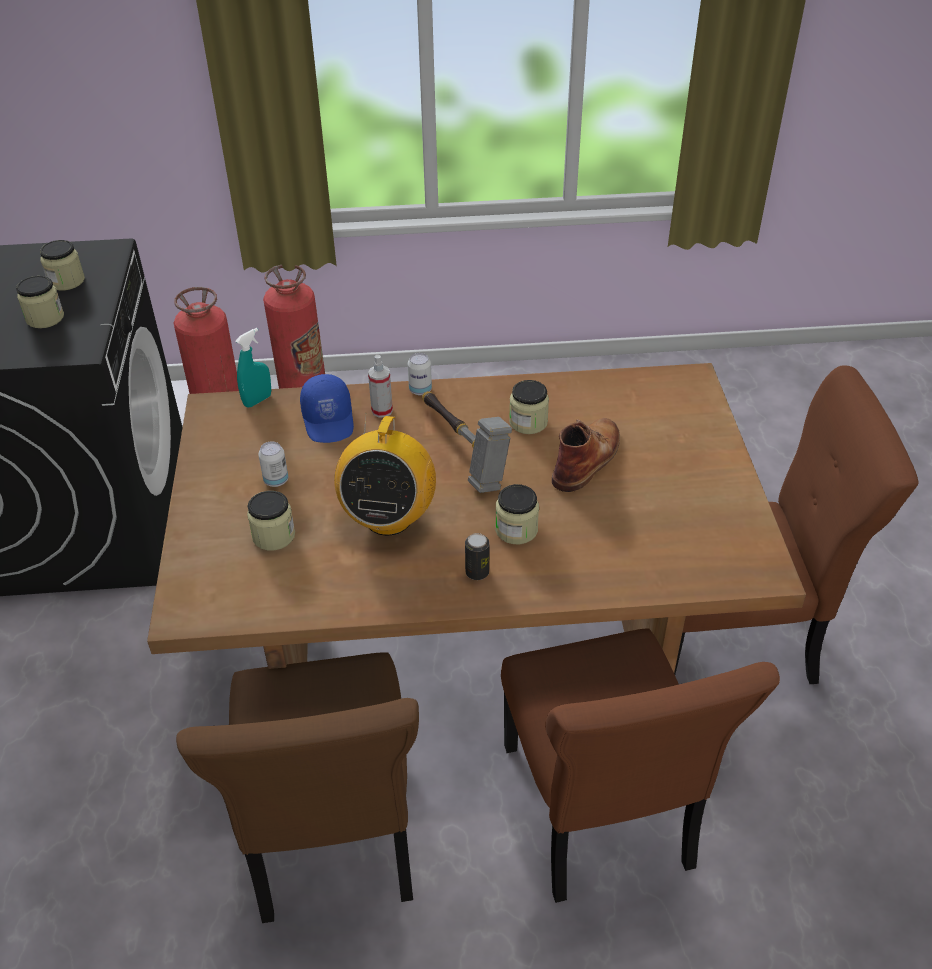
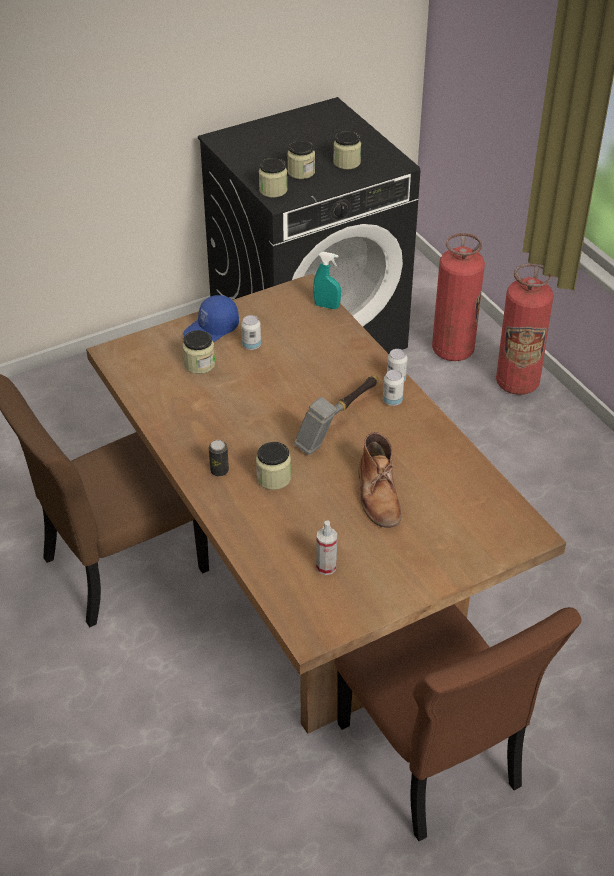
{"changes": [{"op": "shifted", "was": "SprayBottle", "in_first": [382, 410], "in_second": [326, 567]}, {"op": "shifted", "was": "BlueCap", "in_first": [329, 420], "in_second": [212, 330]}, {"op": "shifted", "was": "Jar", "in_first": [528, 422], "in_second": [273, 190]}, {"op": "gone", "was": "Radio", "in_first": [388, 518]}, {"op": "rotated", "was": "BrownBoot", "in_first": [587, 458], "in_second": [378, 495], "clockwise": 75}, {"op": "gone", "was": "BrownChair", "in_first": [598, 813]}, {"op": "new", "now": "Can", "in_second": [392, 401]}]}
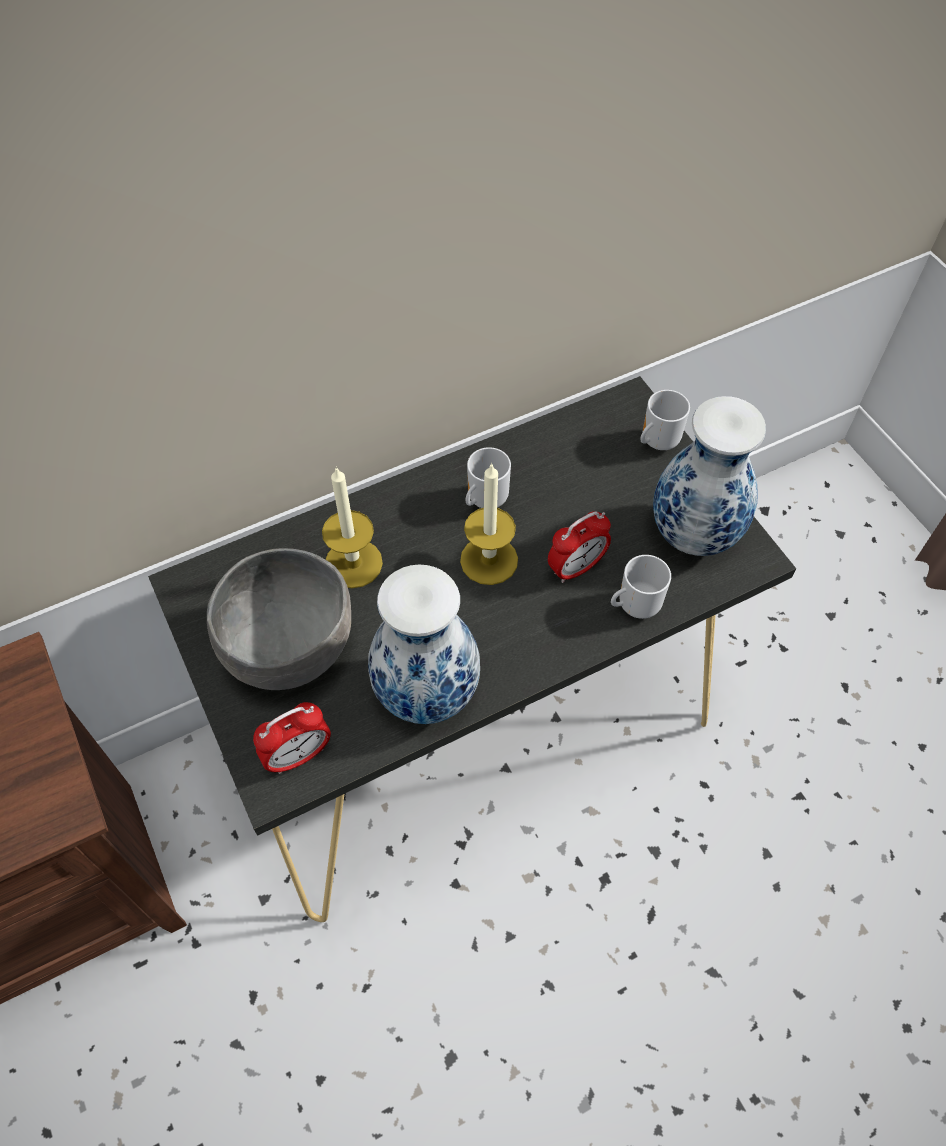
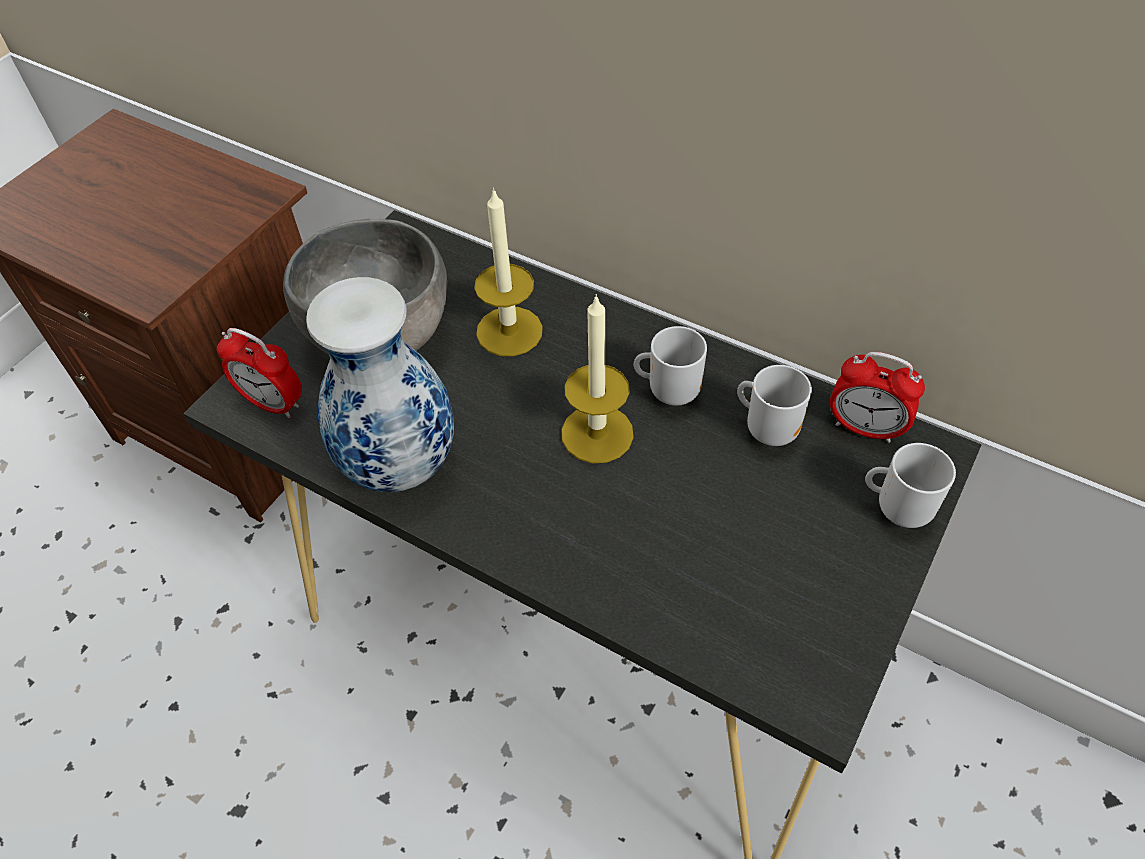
{"changes": [{"op": "gone", "was": "Vase", "in_first": [692, 533]}, {"op": "shifted", "was": "AlarmClock", "in_first": [576, 568], "in_second": [864, 428]}, {"op": "shifted", "was": "Mug", "in_first": [635, 605], "in_second": [769, 429]}]}
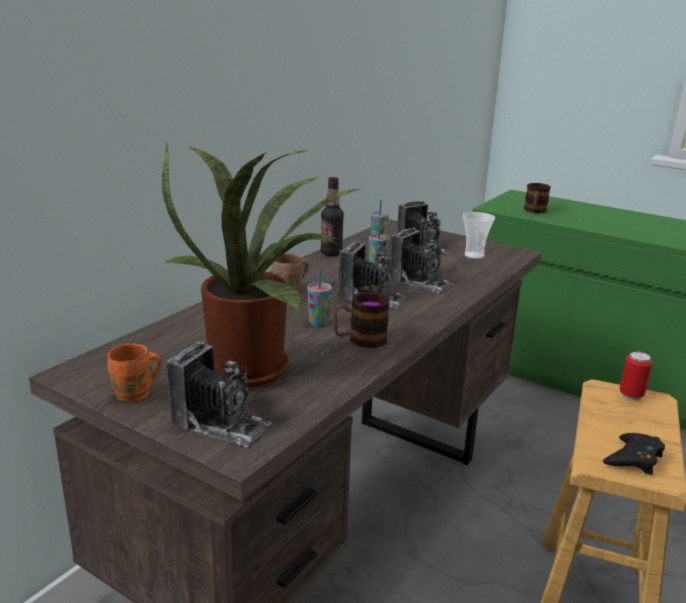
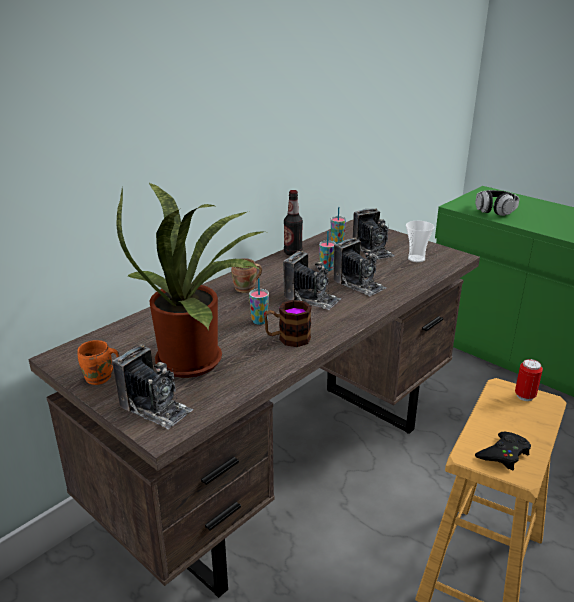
{"changes": [{"op": "swapped", "was": "Mug", "now": "Headphones", "in_first": [534, 211], "in_second": [495, 210]}]}
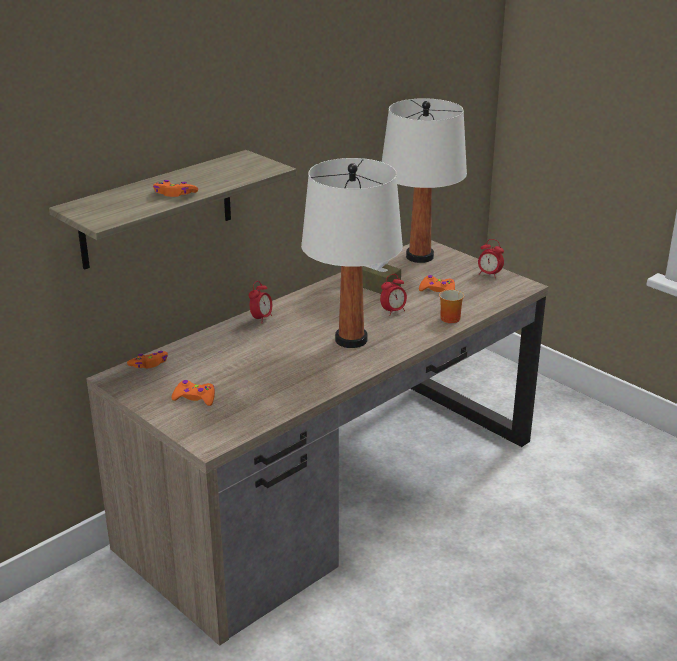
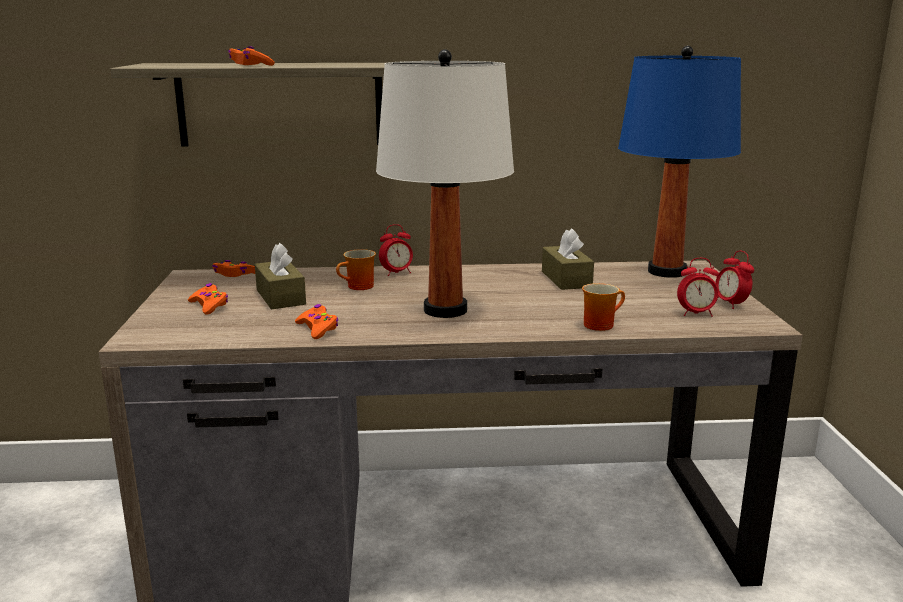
{"changes": [{"op": "repainted", "was": "WhiteTableLamp", "now": "BlueTableLamp", "in_first": [420, 257], "in_second": [667, 272]}, {"op": "shifted", "was": "AlarmClock", "in_first": [393, 311], "in_second": [696, 314]}, {"op": "shifted", "was": "OrangeGameController", "in_first": [437, 290], "in_second": [318, 329]}, {"op": "new", "now": "BrownTissueBox", "in_second": [280, 297]}, {"op": "new", "now": "Mug", "in_second": [359, 287]}]}
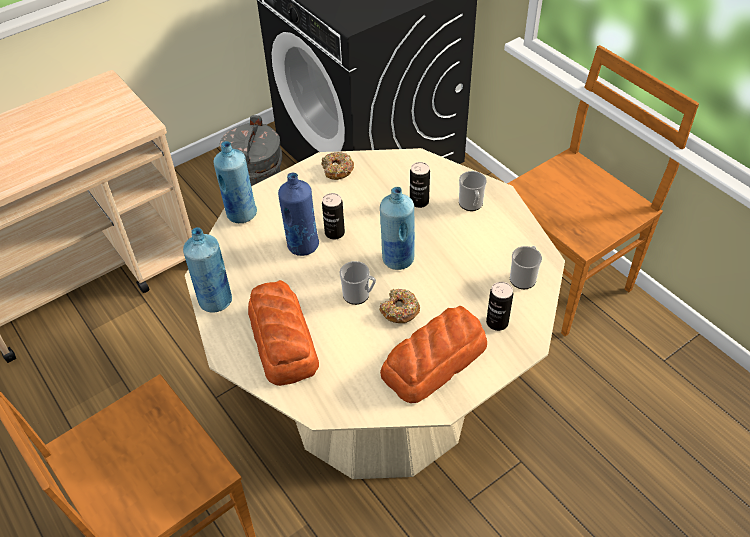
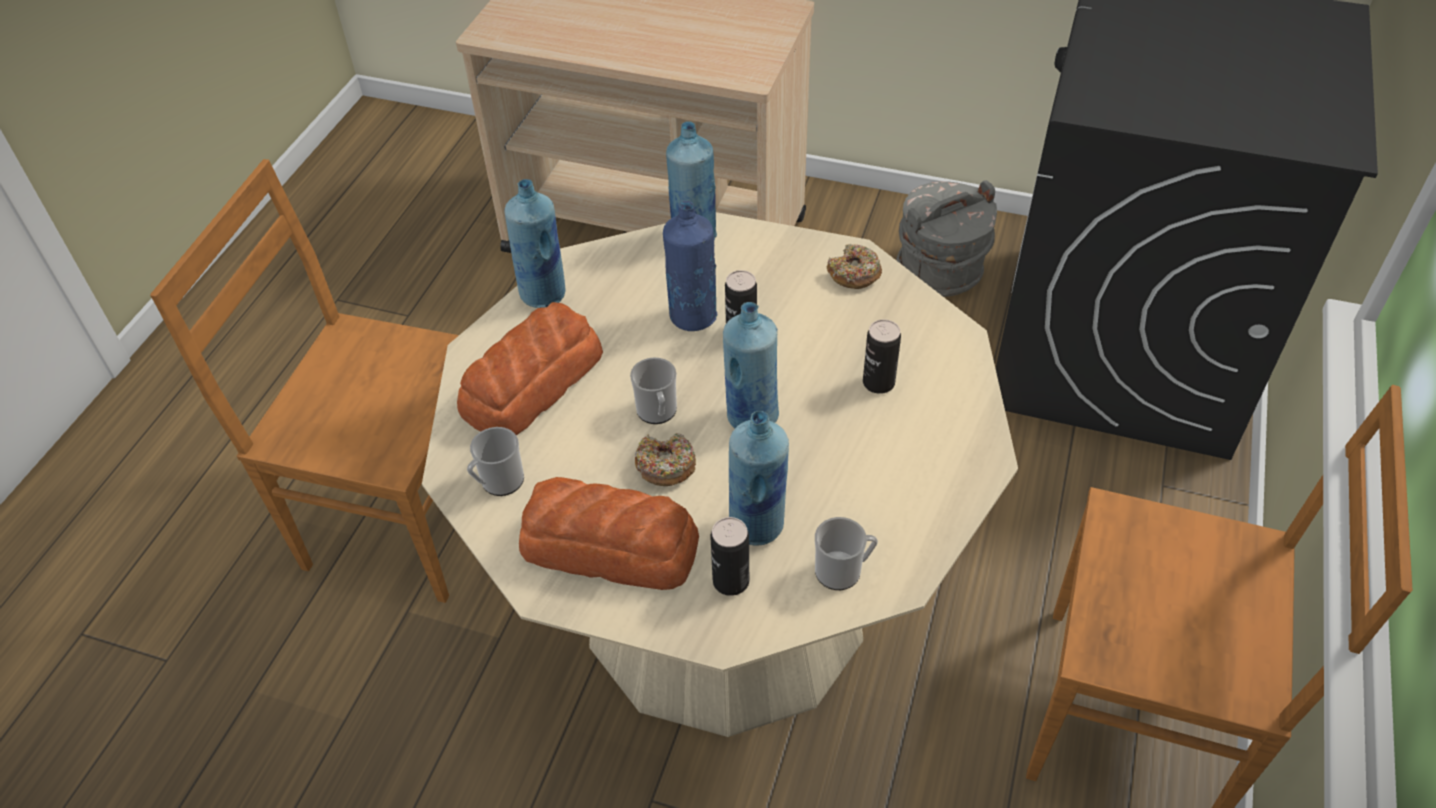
{"changes": [{"op": "shifted", "was": "Mug", "in_first": [471, 205], "in_second": [498, 482]}, {"op": "new", "now": "BlueBottle", "in_second": [757, 525]}]}
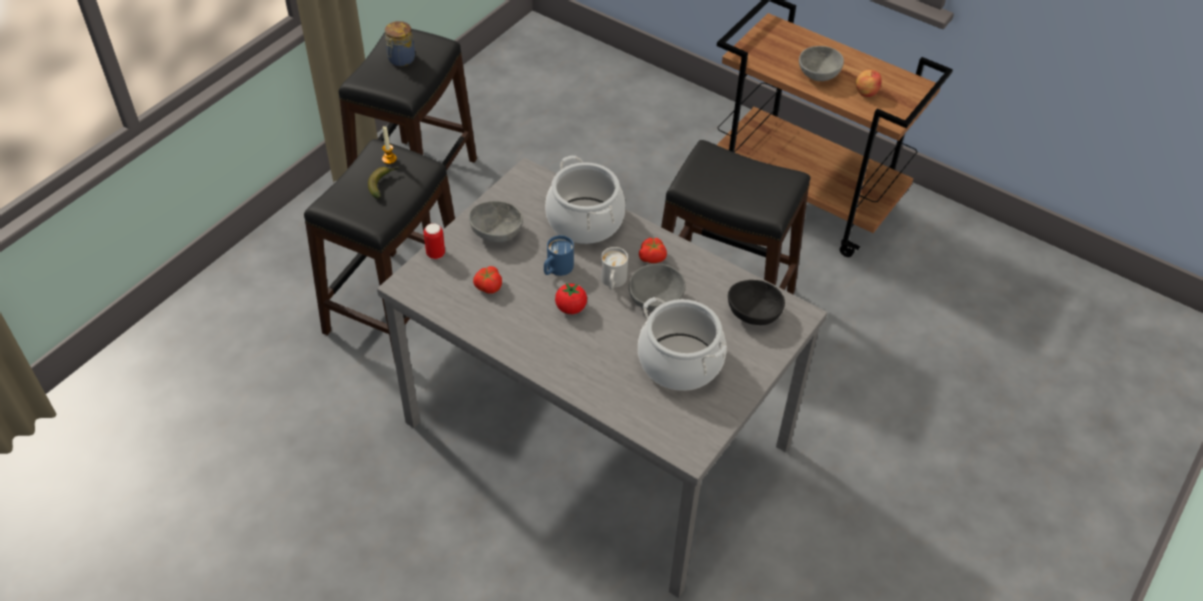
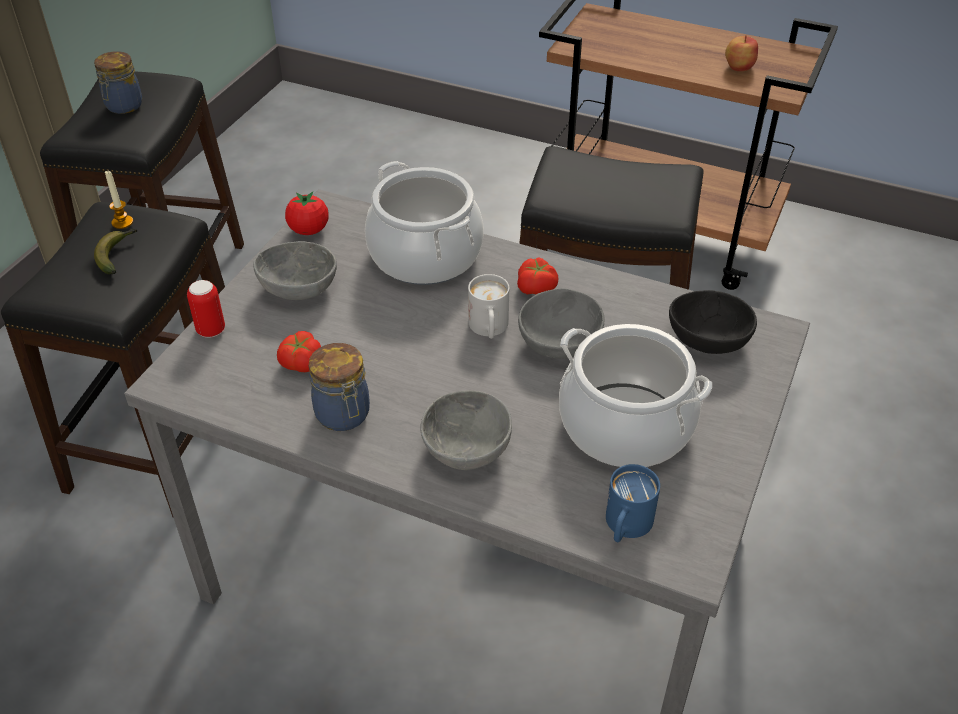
{"changes": [{"op": "shifted", "was": "GreyBowl", "in_first": [817, 74], "in_second": [465, 450]}, {"op": "shifted", "was": "BlueMug", "in_first": [556, 269], "in_second": [625, 527]}, {"op": "shifted", "was": "Tomato", "in_first": [571, 308], "in_second": [309, 230]}, {"op": "new", "now": "Jar", "in_second": [343, 415]}]}
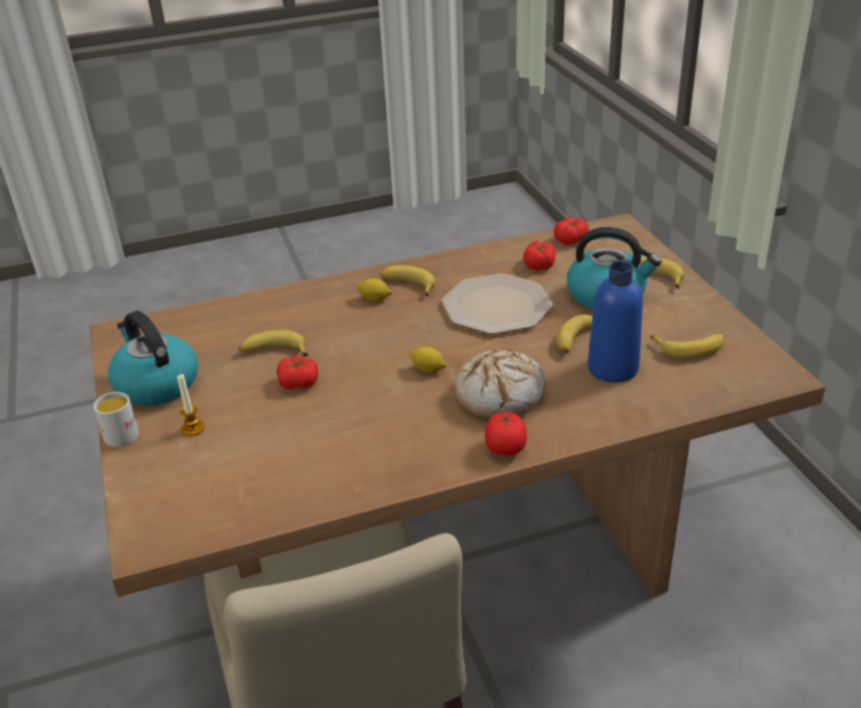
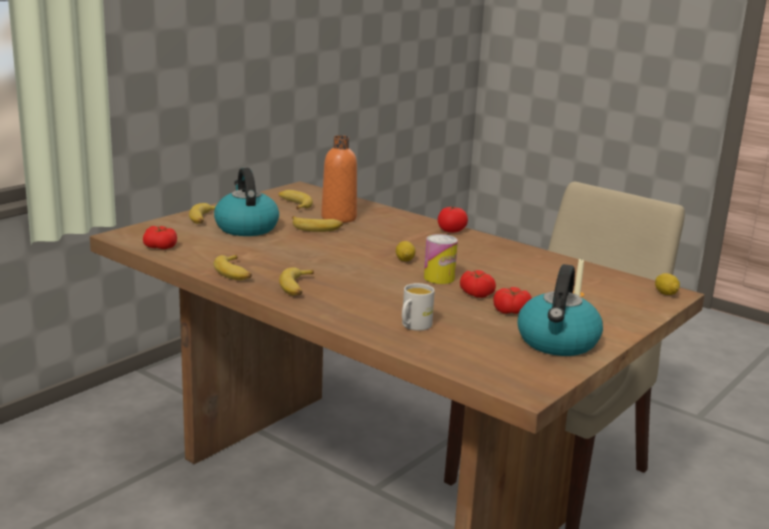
{"changes": [{"op": "shifted", "was": "Tomato", "in_first": [539, 264], "in_second": [511, 311]}, {"op": "repainted", "was": "BlueBottle", "now": "OrangeBottle", "in_first": [612, 368], "in_second": [339, 218]}, {"op": "gone", "was": "Plate", "in_first": [495, 306]}, {"op": "shifted", "was": "Lemon", "in_first": [375, 299], "in_second": [665, 293]}, {"op": "shifted", "was": "Banana", "in_first": [274, 352], "in_second": [235, 273]}, {"op": "gone", "was": "Bread", "in_first": [501, 394]}, {"op": "shifted", "was": "WhiteMug", "in_first": [120, 432], "in_second": [413, 326]}, {"op": "new", "now": "Can", "in_second": [439, 278]}]}
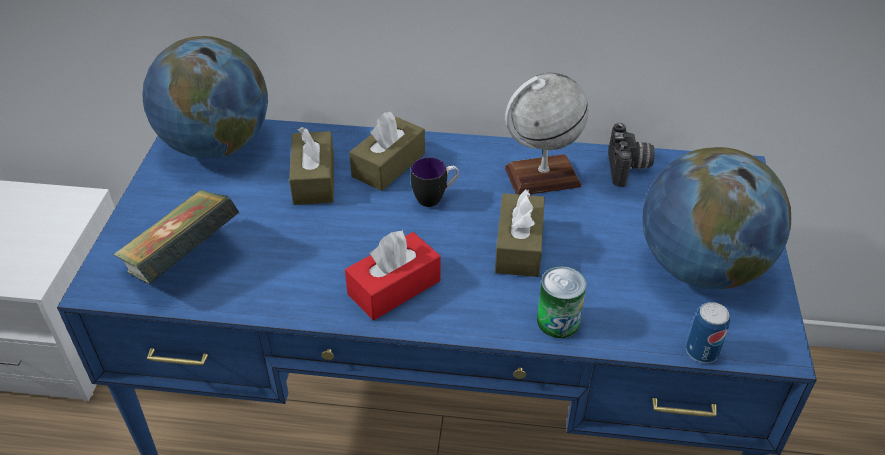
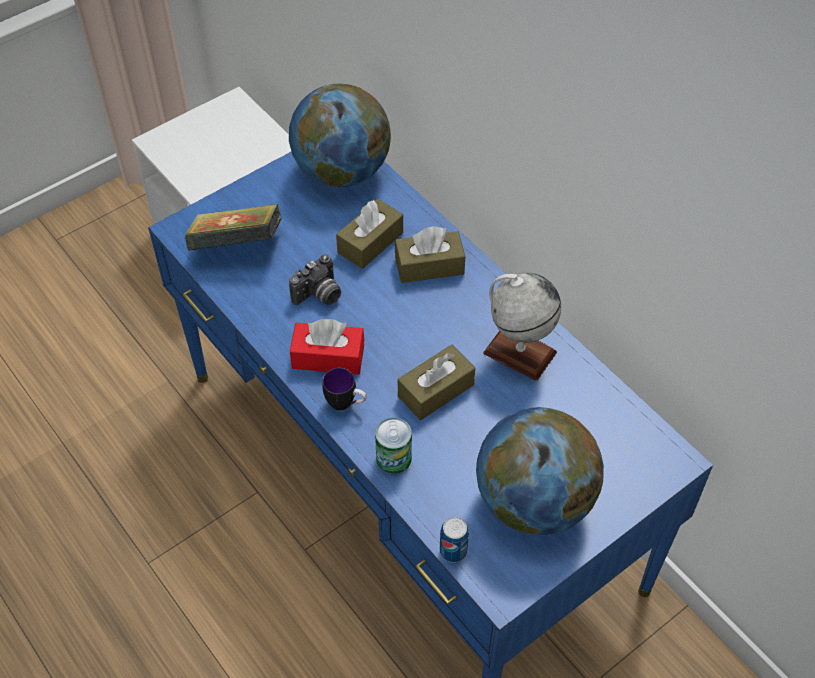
{"changes": [{"op": "shifted", "was": "PhotoCamera", "in_first": [629, 169], "in_second": [319, 295]}, {"op": "shifted", "was": "Mug", "in_first": [435, 198], "in_second": [346, 404]}]}
